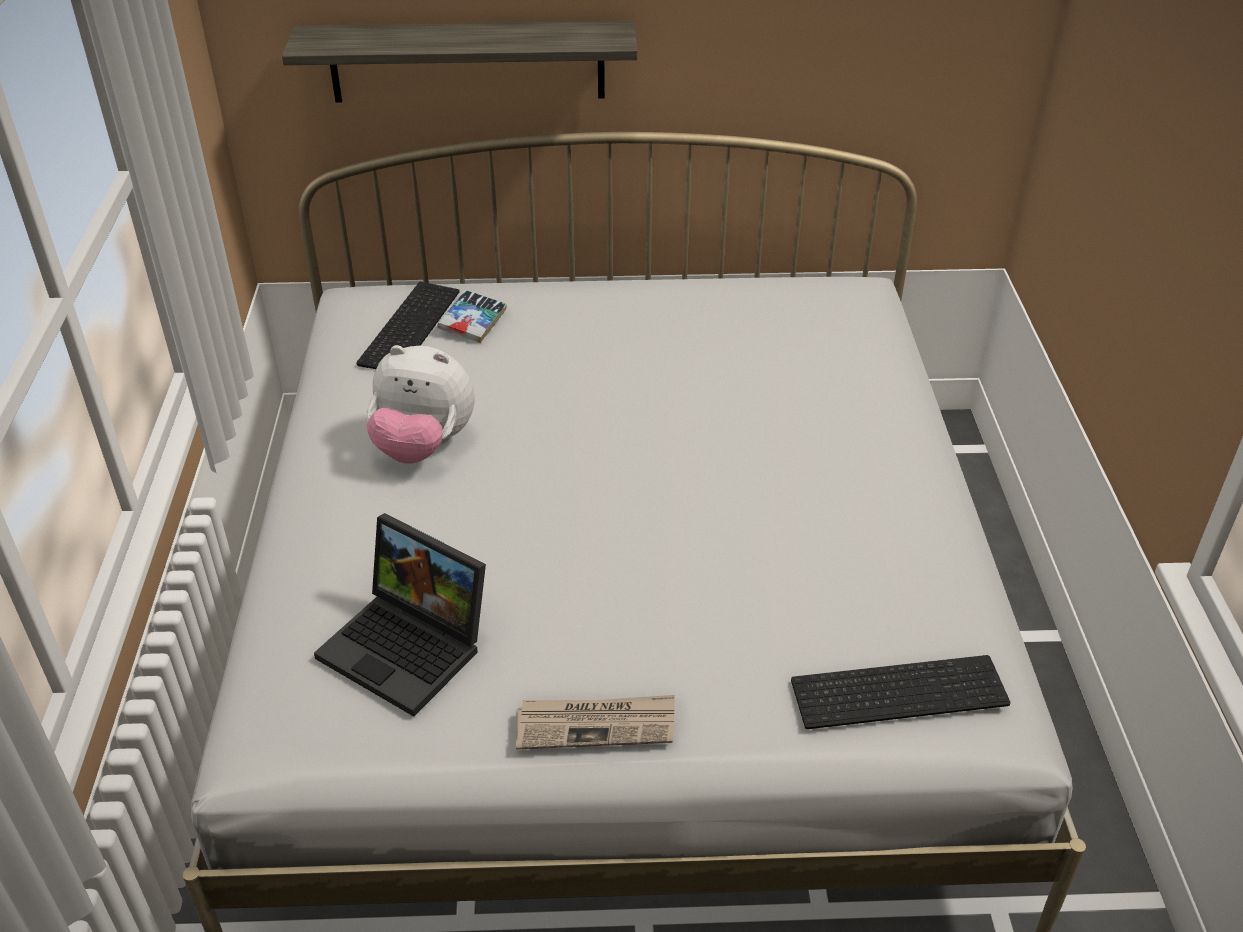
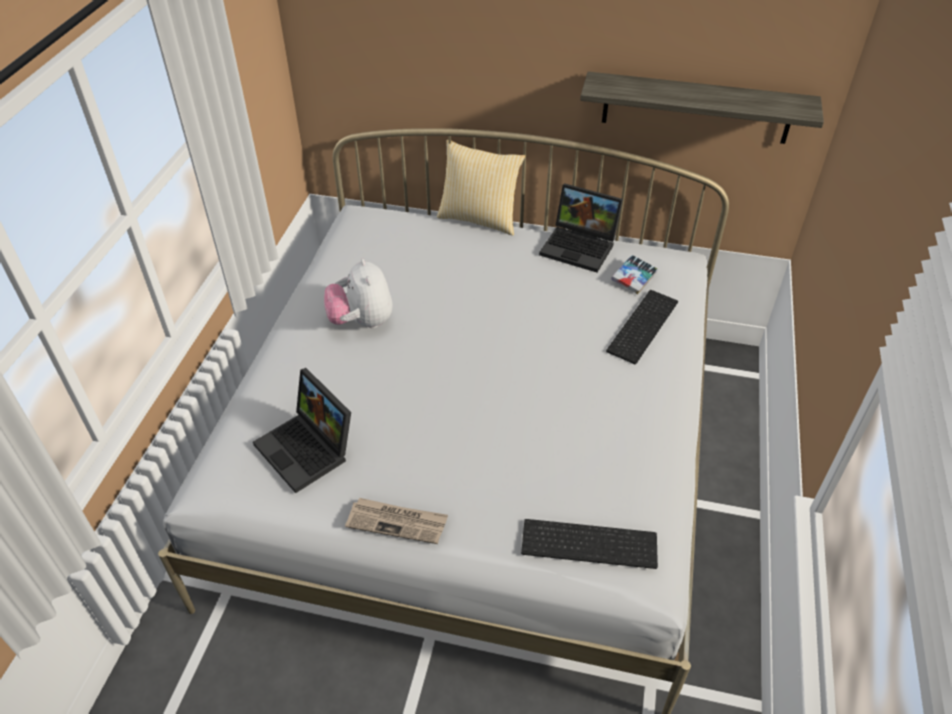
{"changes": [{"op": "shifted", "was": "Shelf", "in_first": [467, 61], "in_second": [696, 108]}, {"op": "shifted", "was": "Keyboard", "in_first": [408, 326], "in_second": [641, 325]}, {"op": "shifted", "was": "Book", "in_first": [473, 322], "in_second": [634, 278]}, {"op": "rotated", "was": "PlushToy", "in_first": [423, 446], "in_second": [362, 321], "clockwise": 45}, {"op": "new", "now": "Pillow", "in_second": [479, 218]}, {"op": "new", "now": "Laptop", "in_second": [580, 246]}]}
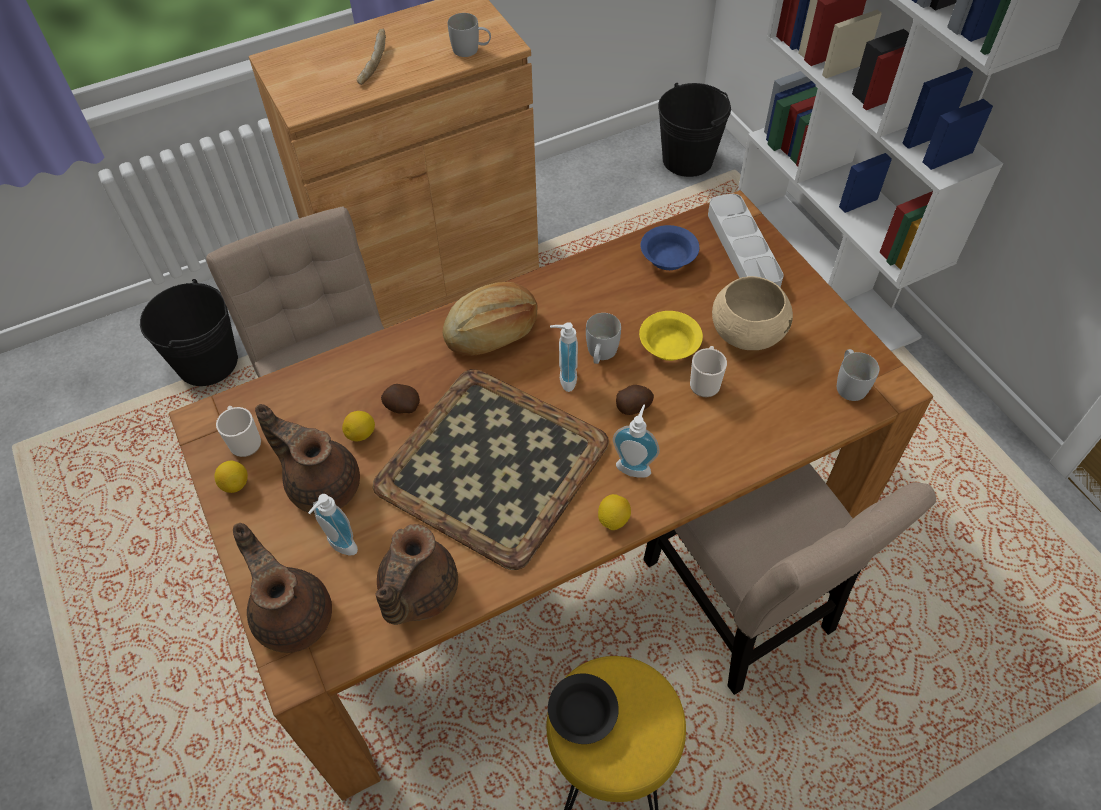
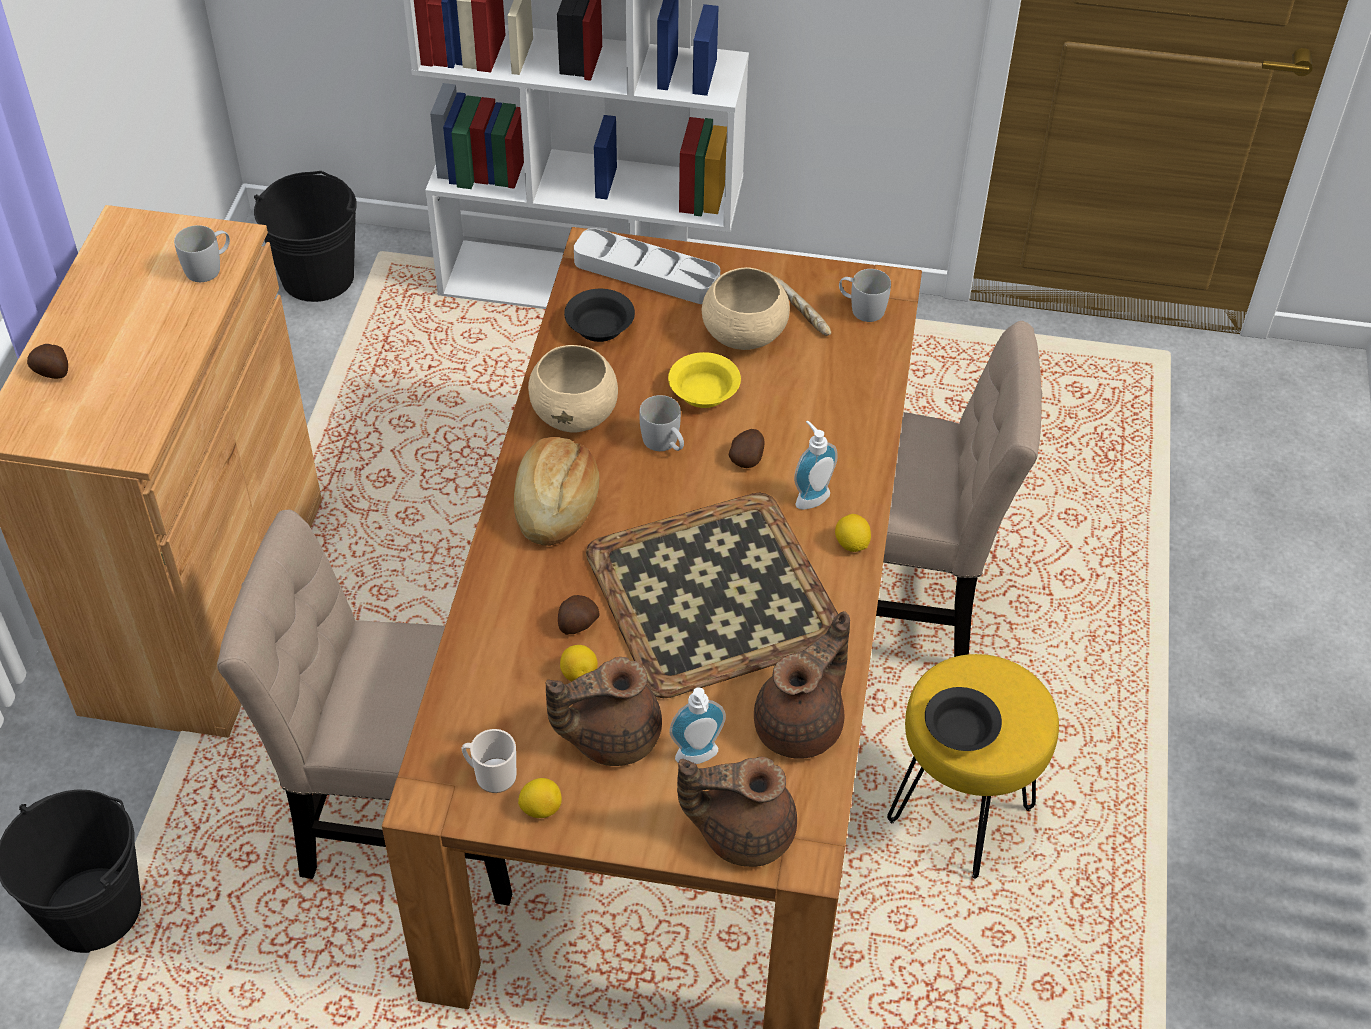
{"changes": [{"op": "shifted", "was": "Bread", "in_first": [372, 63], "in_second": [796, 312]}, {"op": "repainted", "was": "BlueBowl", "now": "BlackBowl", "in_first": [669, 258], "in_second": [601, 327]}, {"op": "gone", "was": "SoapDispenser", "in_first": [564, 378]}, {"op": "gone", "was": "Mug", "in_first": [705, 382]}, {"op": "rotated", "was": "BrownTeapot", "in_first": [417, 593], "in_second": [802, 725], "clockwise": -105}, {"op": "new", "now": "Potato", "in_second": [53, 372]}, {"op": "new", "now": "BeigeBowl", "in_second": [575, 414]}]}
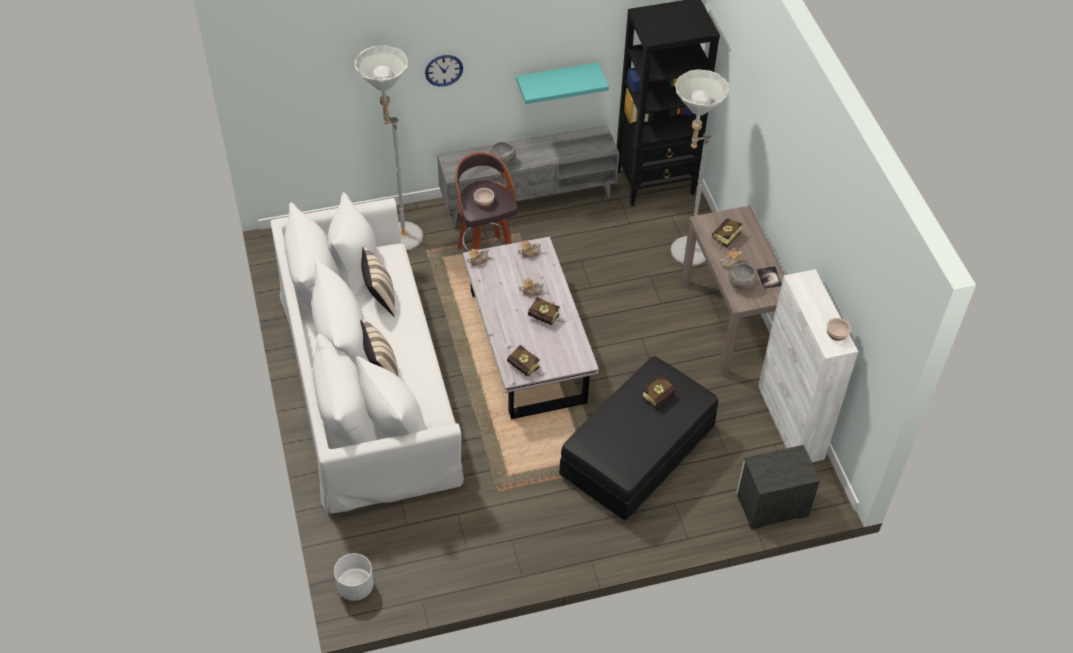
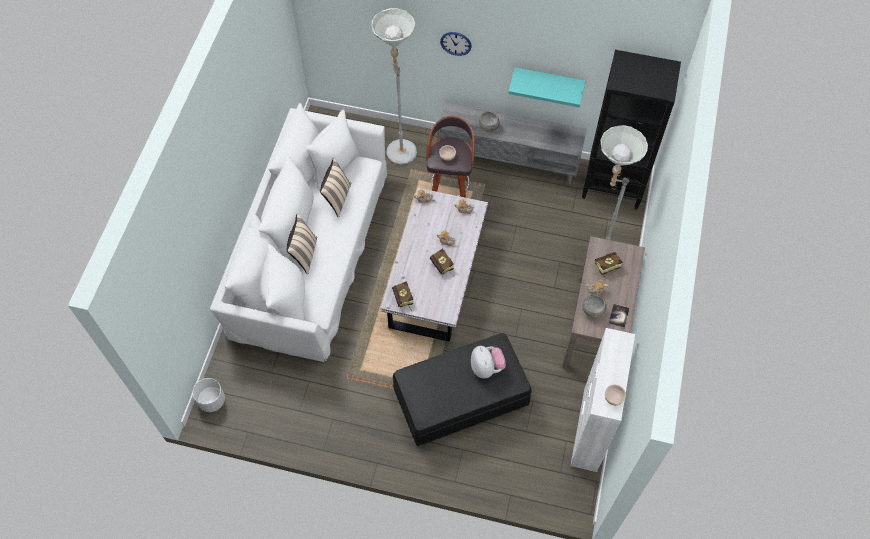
{"changes": [{"op": "swapped", "was": "Book", "now": "PlushToy", "in_first": [660, 395], "in_second": [486, 367]}, {"op": "gone", "was": "Nightstand", "in_first": [771, 505]}]}
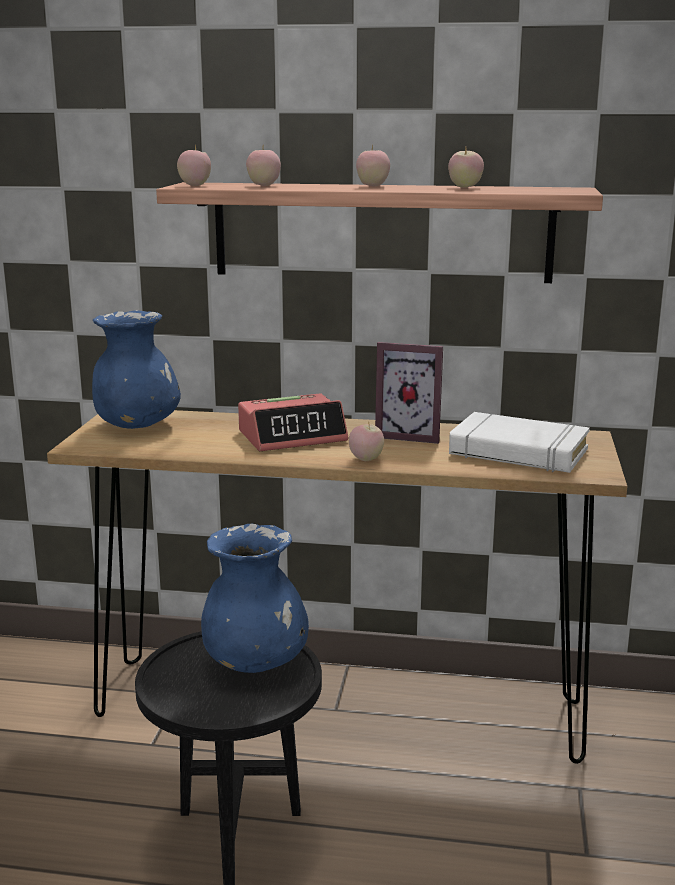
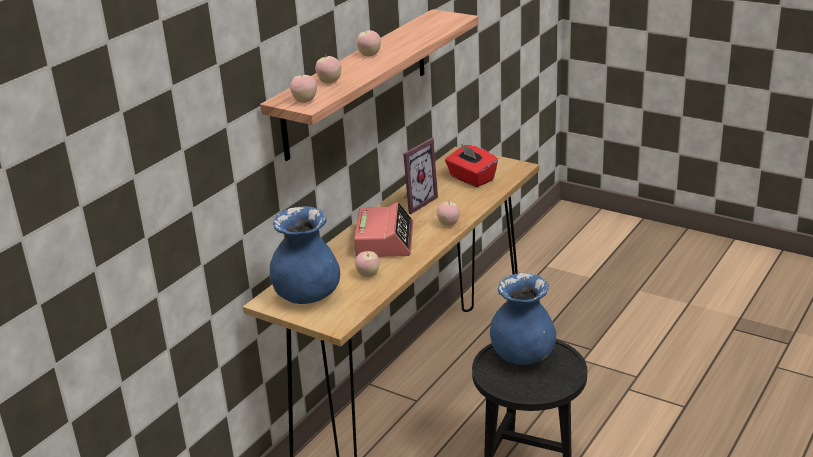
{"changes": [{"op": "shifted", "was": "Apple", "in_first": [465, 187], "in_second": [368, 275]}, {"op": "swapped", "was": "WhiteBook", "now": "RedTissueBox", "in_first": [518, 452], "in_second": [471, 178]}]}
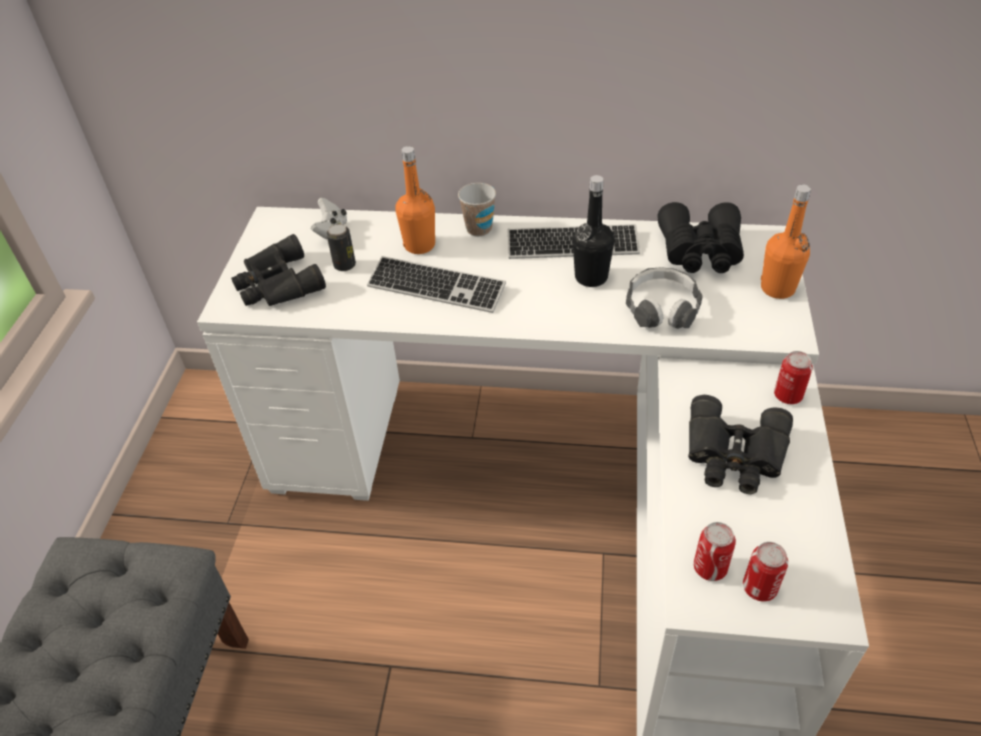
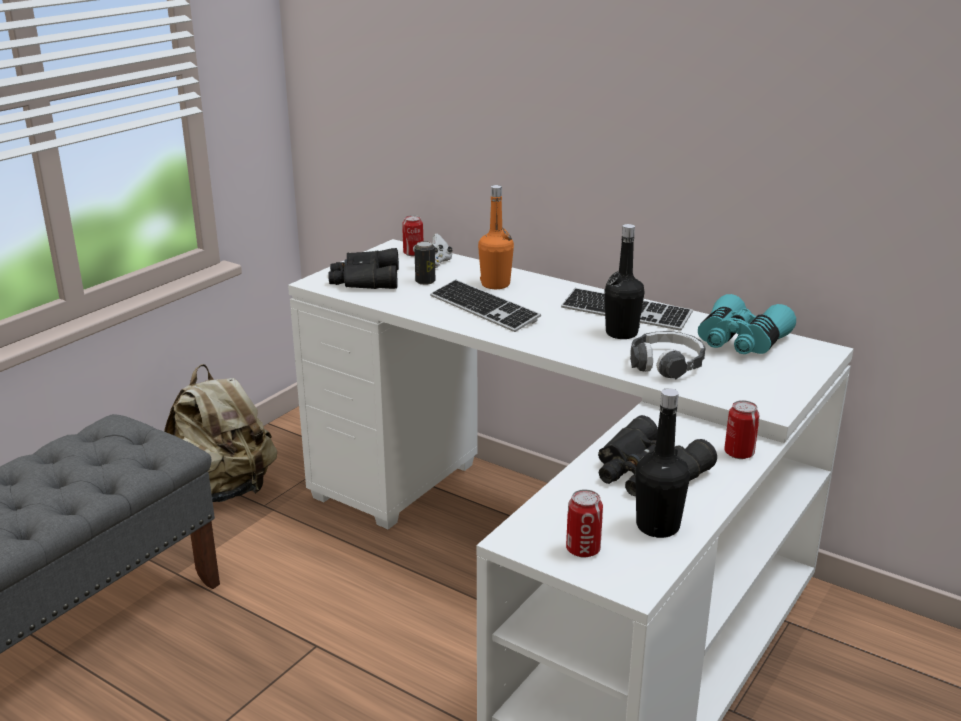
{"changes": [{"op": "gone", "was": "Cup", "in_first": [479, 229]}, {"op": "gone", "was": "OrangeBottle", "in_first": [777, 288]}, {"op": "repainted", "was": "BlackBinoculars", "now": "TurquoiseBinoculars", "in_first": [700, 252], "in_second": [740, 342]}, {"op": "shifted", "was": "Can", "in_first": [710, 568], "in_second": [413, 253]}, {"op": "new", "now": "BeigeBackpack", "in_second": [222, 492]}, {"op": "new", "now": "BlackBottle", "in_second": [657, 526]}]}
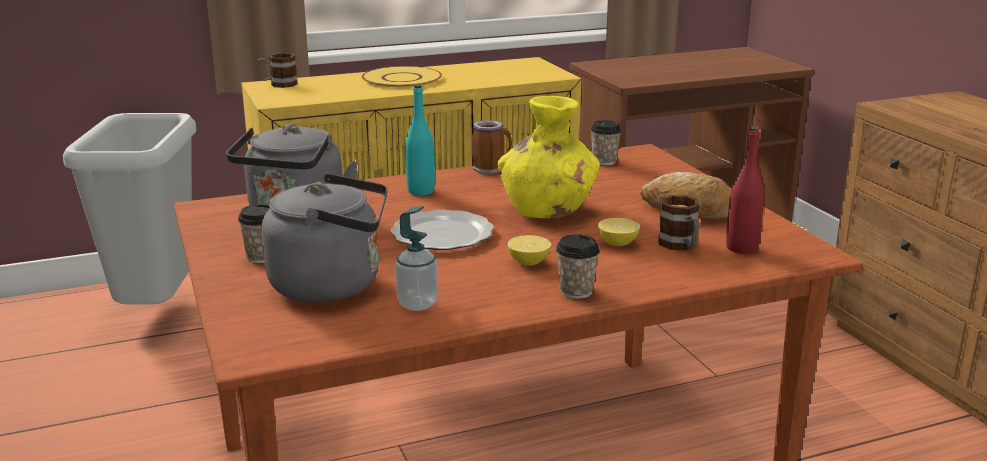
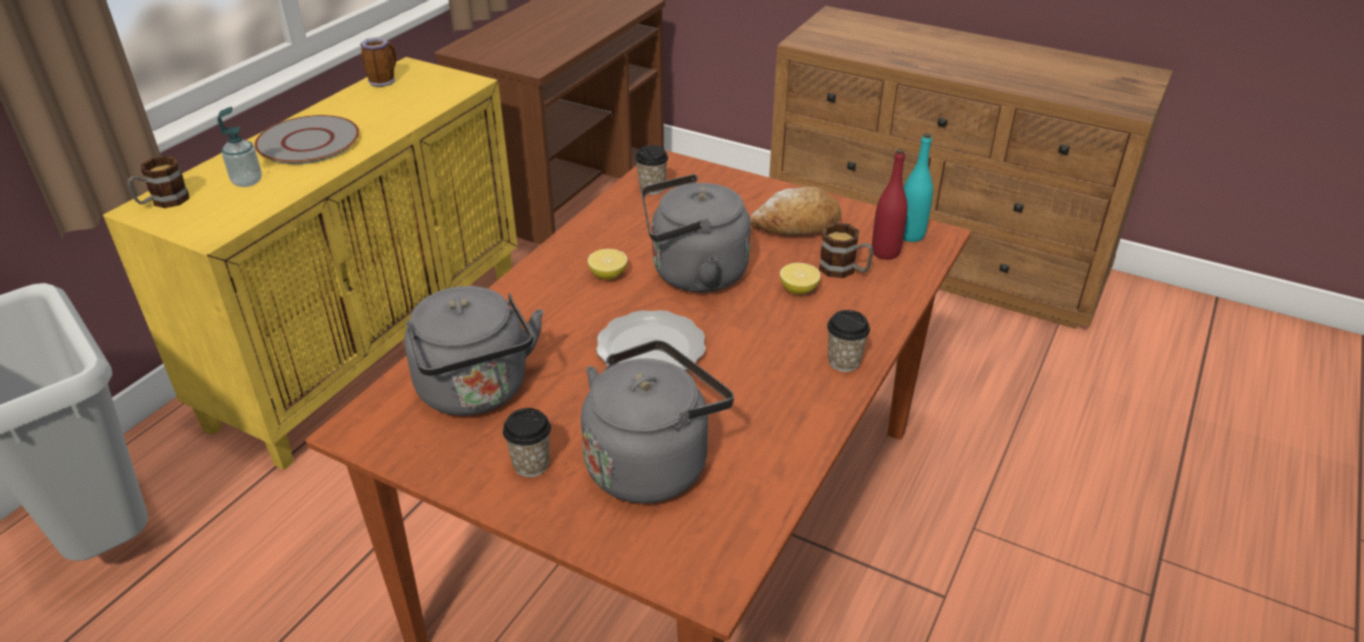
{"changes": [{"op": "repainted", "was": "YellowPlate", "now": "GreyPlate", "in_first": [401, 79], "in_second": [308, 142]}, {"op": "shifted", "was": "TurquoiseBottle", "in_first": [421, 191], "in_second": [910, 235]}, {"op": "swapped", "was": "YellowVase", "now": "GreyKettle", "in_first": [548, 210], "in_second": [693, 274]}, {"op": "shifted", "was": "Mug", "in_first": [491, 169], "in_second": [383, 80]}, {"op": "shifted", "was": "SoapDispenser", "in_first": [417, 304], "in_second": [247, 181]}, {"op": "shifted", "was": "Lemon", "in_first": [529, 262], "in_second": [608, 275]}]}
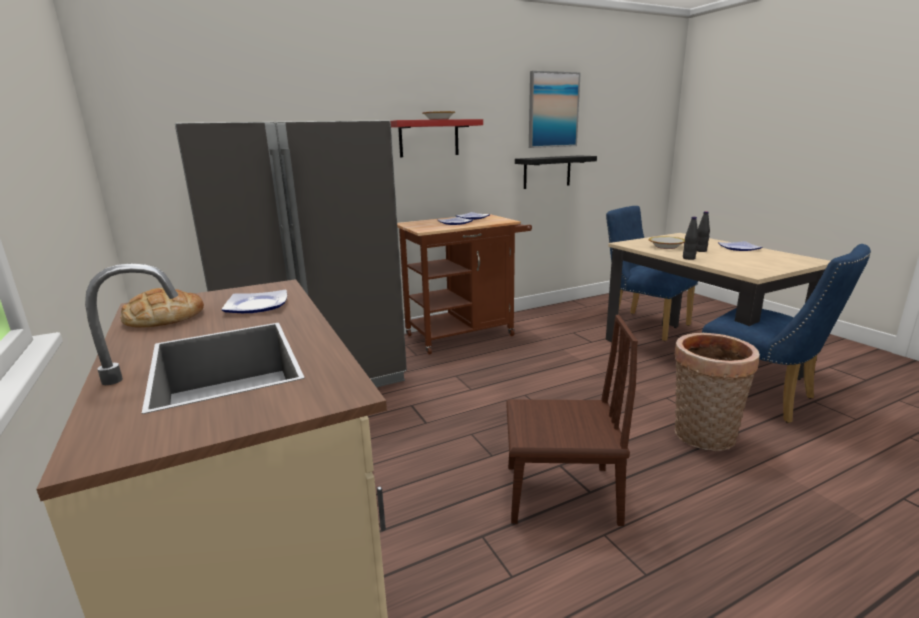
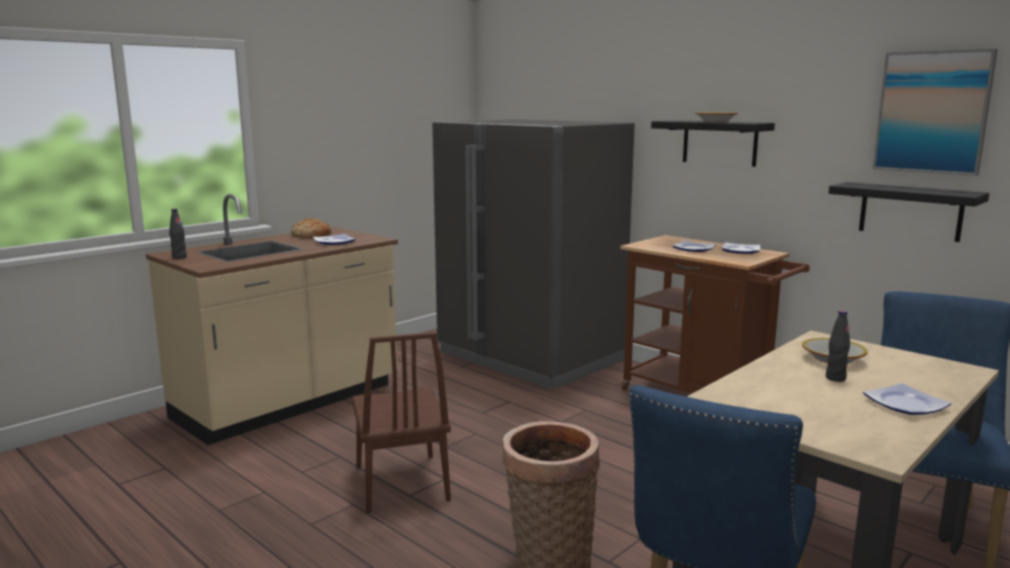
{"changes": [{"op": "repainted", "was": "RedShelf", "now": "BlackShelf", "in_first": [429, 138], "in_second": [719, 143]}, {"op": "shifted", "was": "BlackBottle", "in_first": [688, 258], "in_second": [179, 257]}]}
